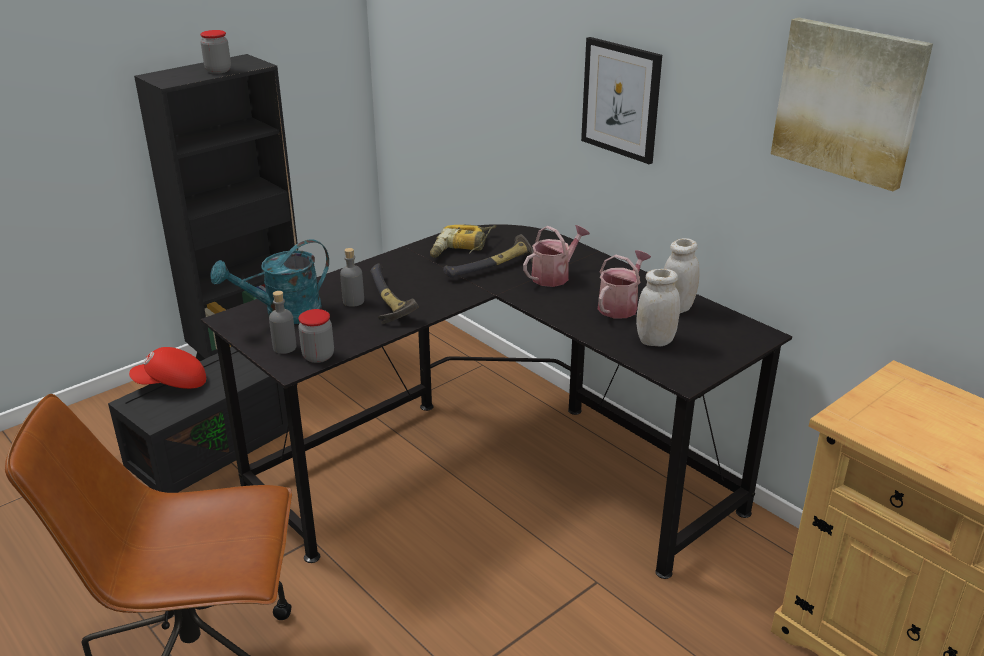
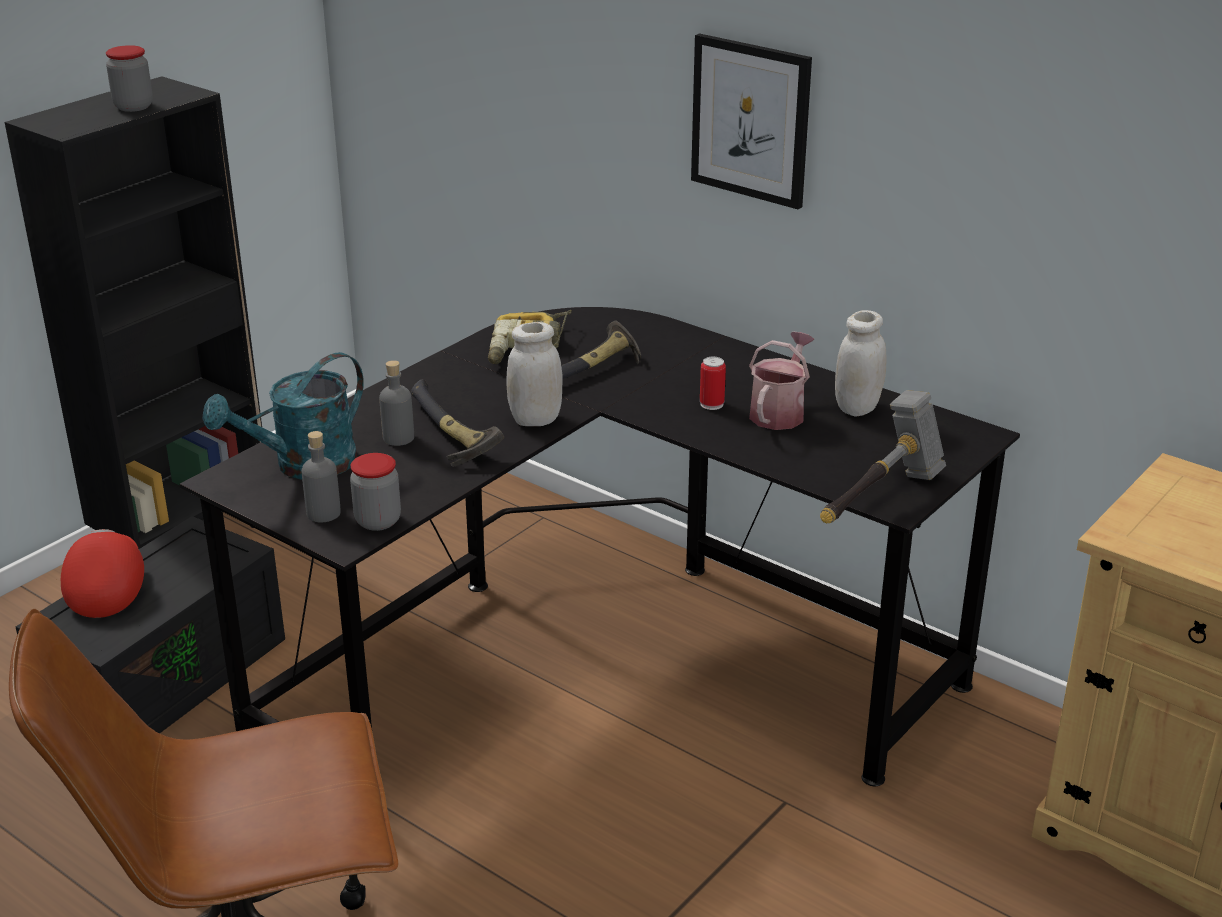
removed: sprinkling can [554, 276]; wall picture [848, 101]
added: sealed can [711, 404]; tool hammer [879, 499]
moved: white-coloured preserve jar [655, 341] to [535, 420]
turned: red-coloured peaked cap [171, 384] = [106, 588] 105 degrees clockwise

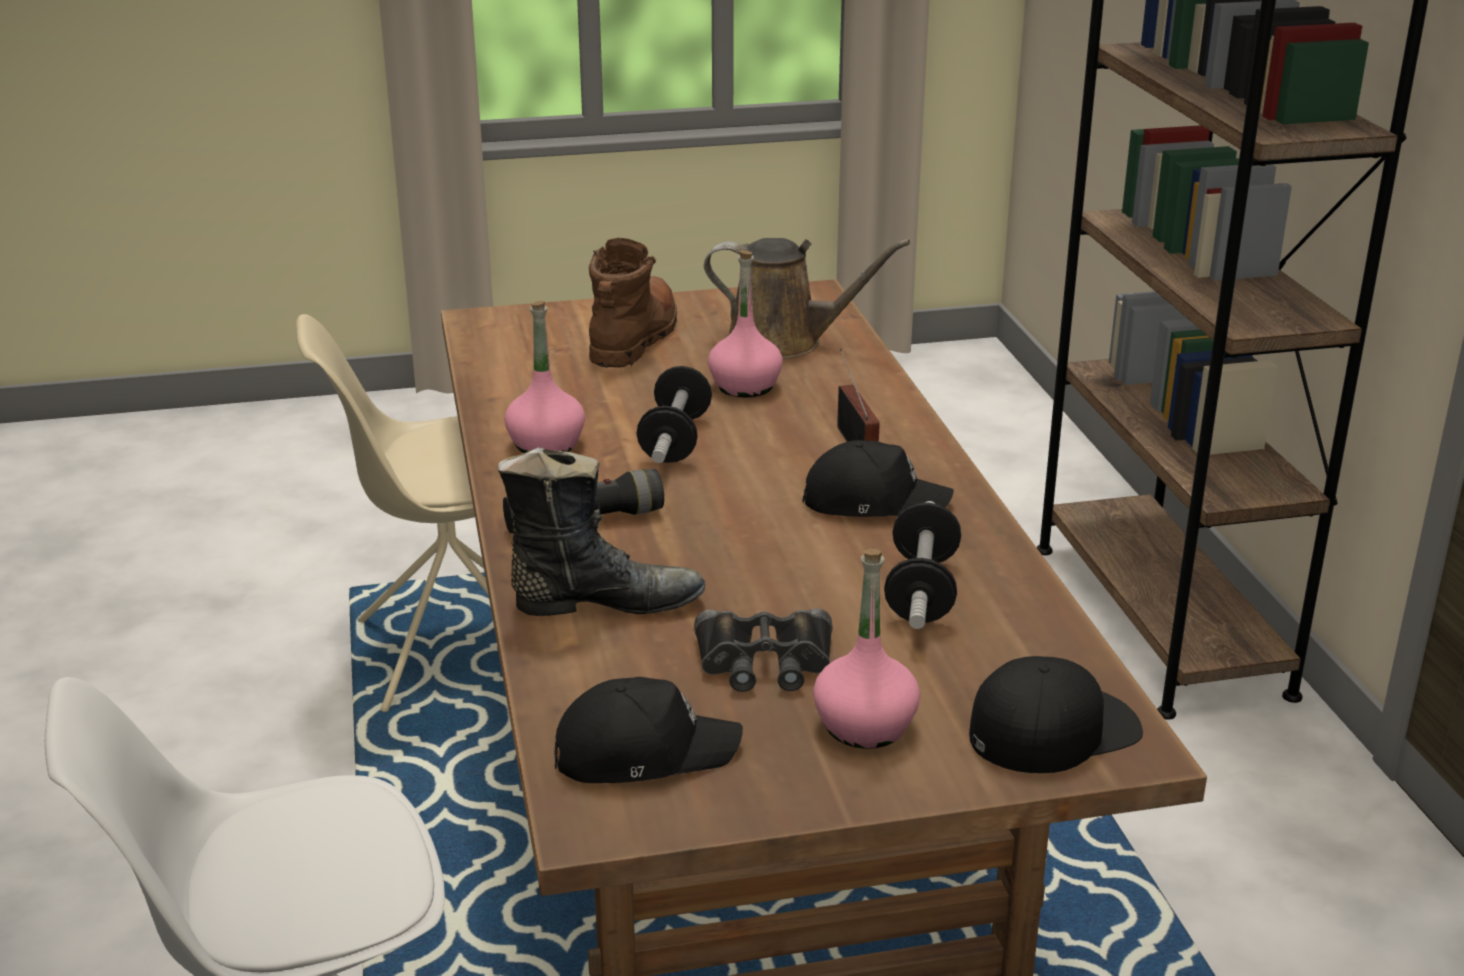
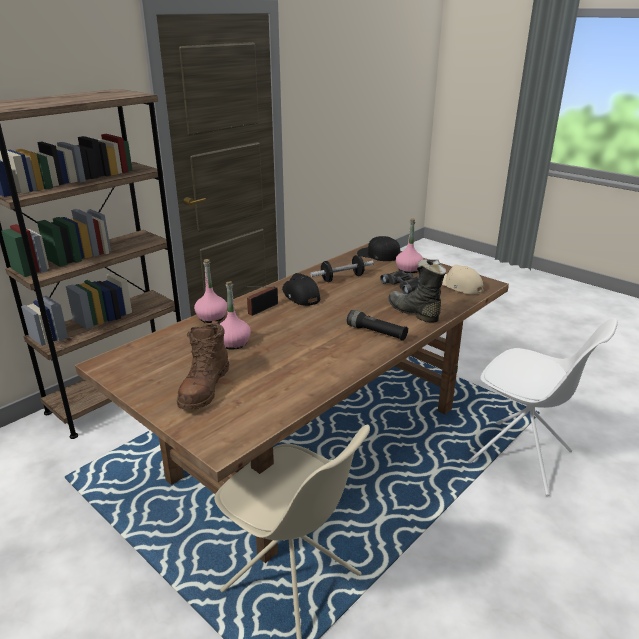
removed: hand weight [675, 440]; brownish sprinkling can [784, 342]
moved: pinkish beverage bottle [545, 444] to [212, 317]
recoloured: black peaked cap [643, 752] to sand-coloured peaked cap [459, 286]
turned: brownish tall boot [634, 338] = [204, 387] 60 degrees counterclockwise

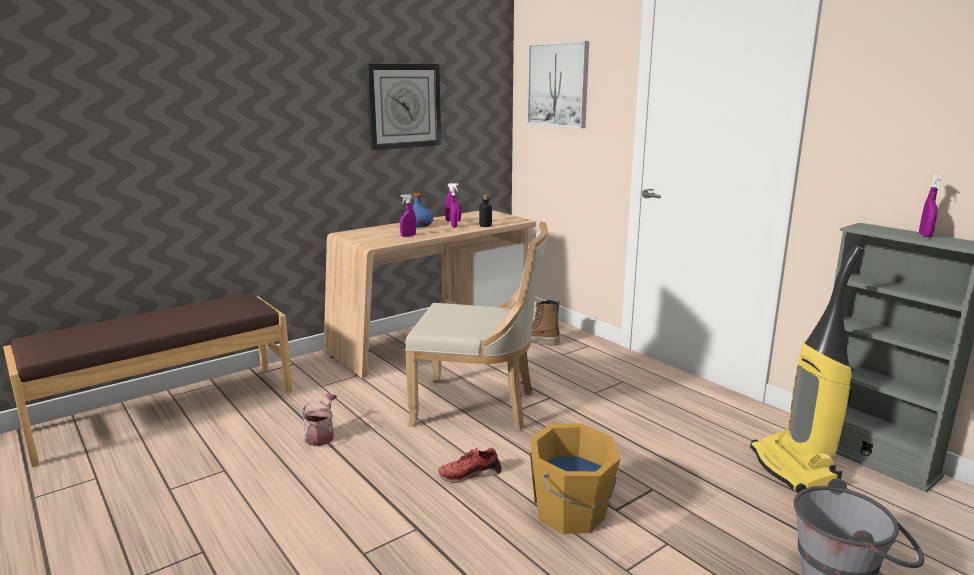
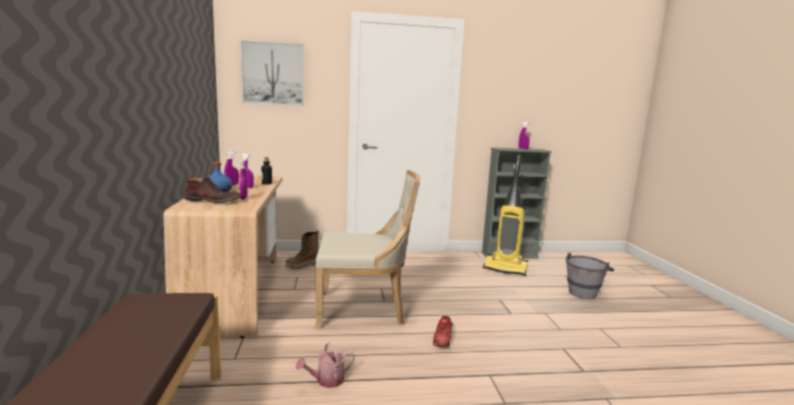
removed: clock on the wall [404, 106]; orange-coloured water bucket [571, 512]
added: brownish tall boot [213, 201]
turned: sprinkling can [321, 436] = [326, 381] 75 degrees counterclockwise; sand-coloured plain chair [479, 407] = [364, 310] 45 degrees clockwise

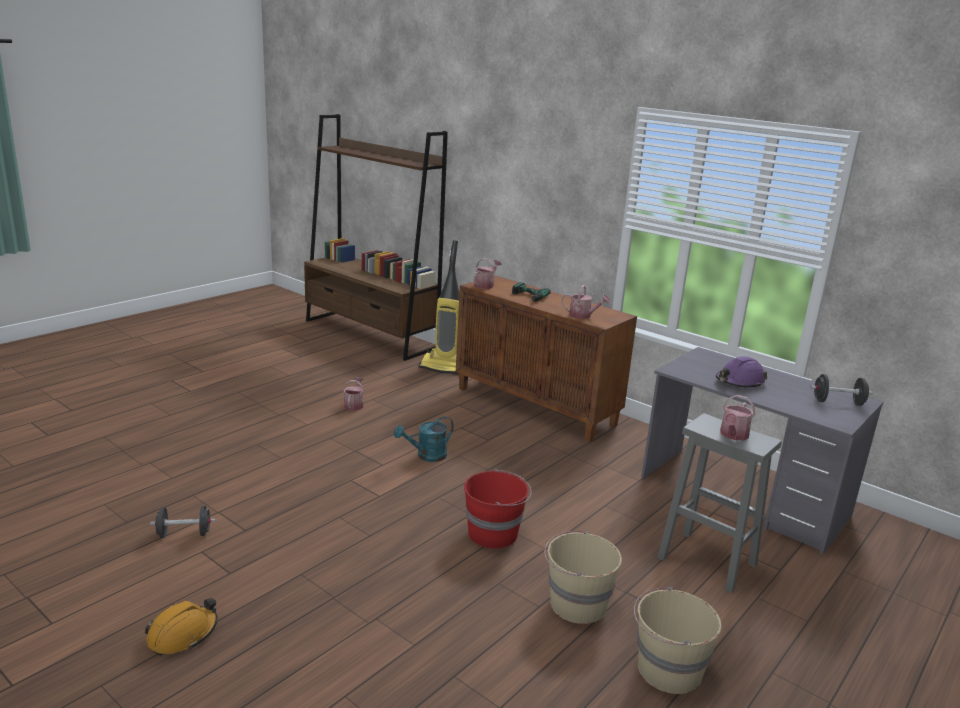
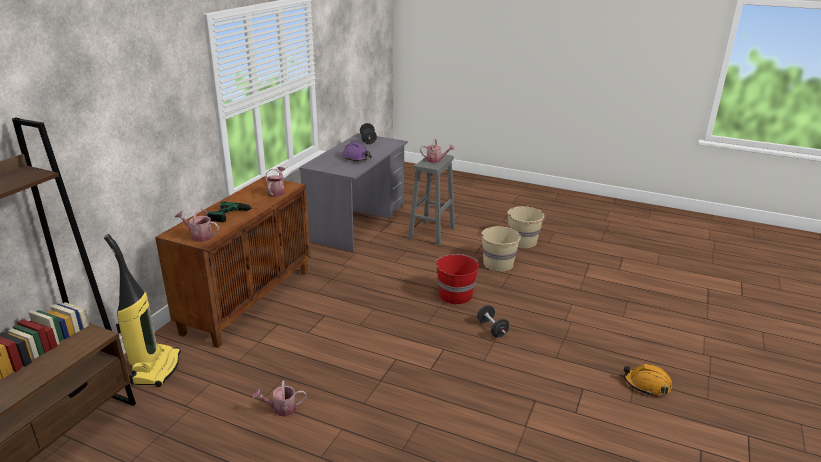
removed: blue-green sprinkling can [426, 456]
moved: black hand weight [184, 534] to [492, 329]

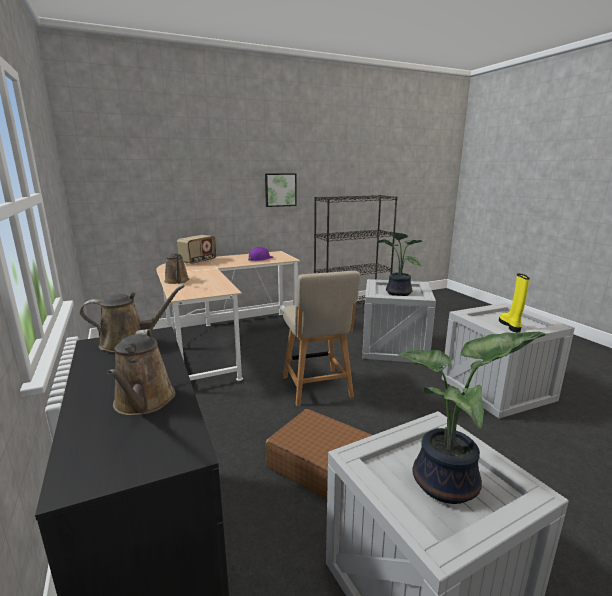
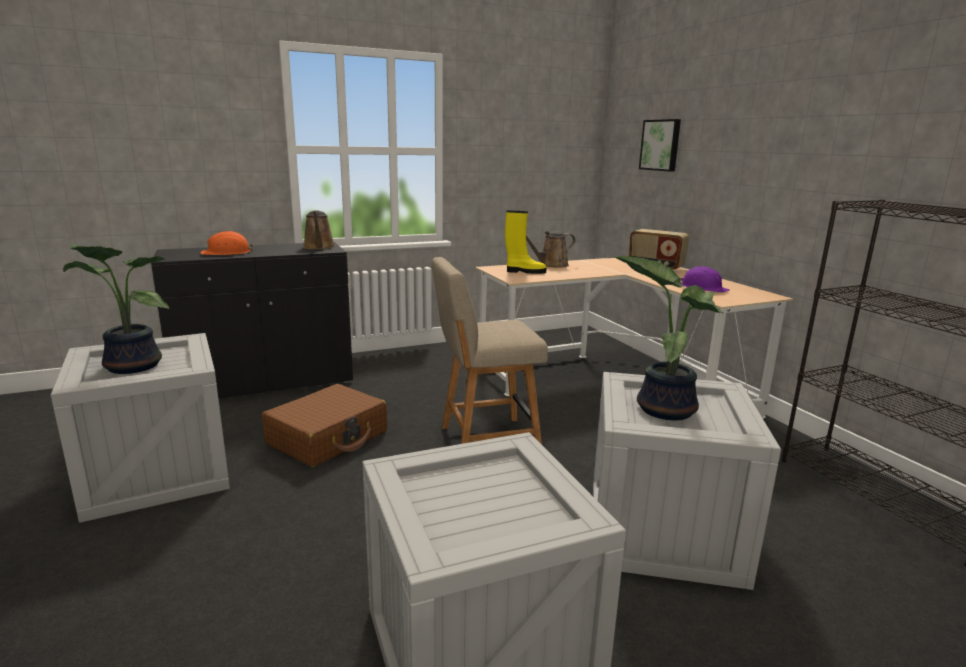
moved: wall picture [280, 190] to [661, 145]; yellow tall boot [510, 326] to [524, 271]
replaced: brownish sprinkling can [143, 402] to orange-coloured hard hat [227, 253]

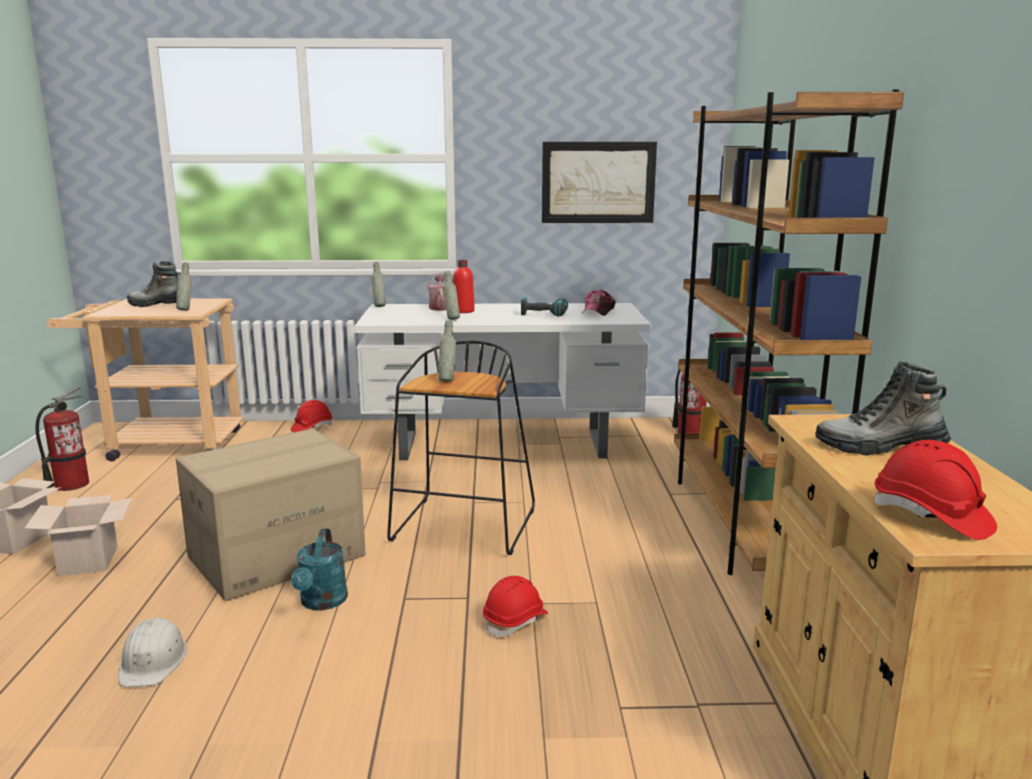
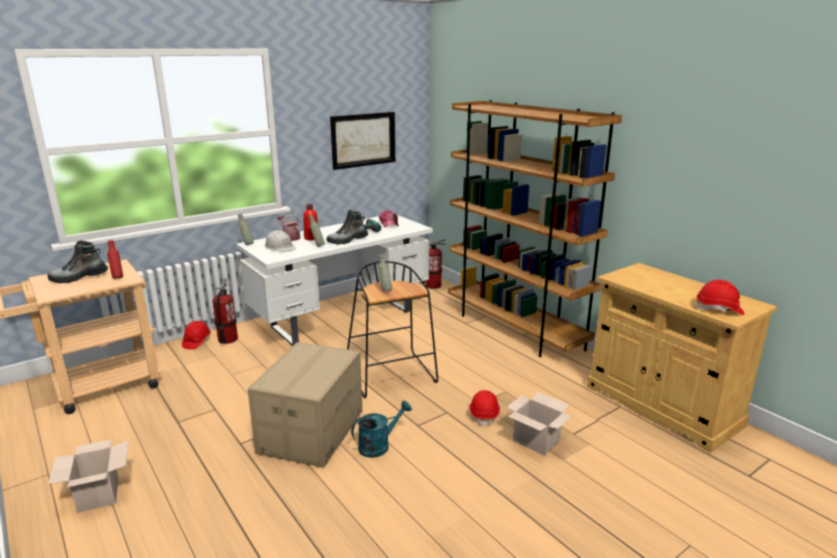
moved: carton [89, 561] to [537, 441]; extinguisher [71, 485] to [227, 339]; white-coloured hard hat [153, 661] to [280, 247]; tall boot [880, 447] to [347, 240]
recoloured: grey beverage bottle [186, 310] to red-coloured beverage bottle [117, 277]
turned: blue-green sprinkling can [322, 603] = [379, 445] 90 degrees counterclockwise

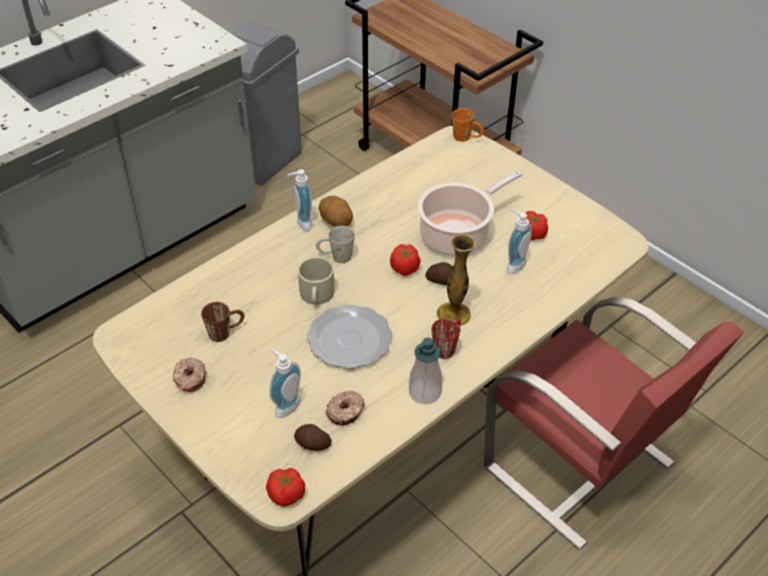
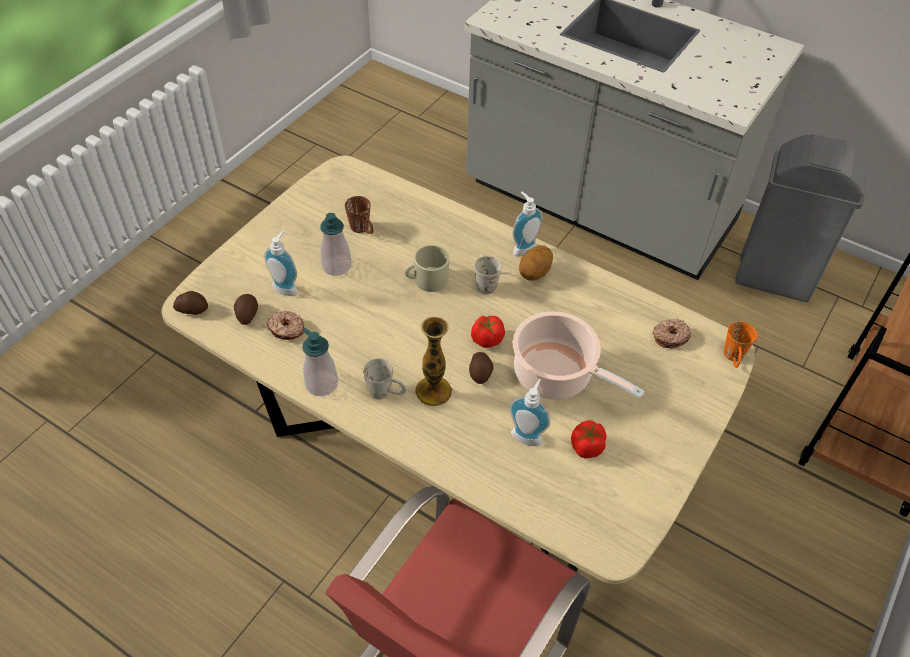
removed: flat dish [351, 339]
added: soap bottle [336, 266]
moved: donut [189, 379] to [670, 336]
replaced: tomato [286, 495] to whole potato [192, 309]
recoloured: red-coloured tea mug [447, 346] to white-coloured tea mug [386, 393]

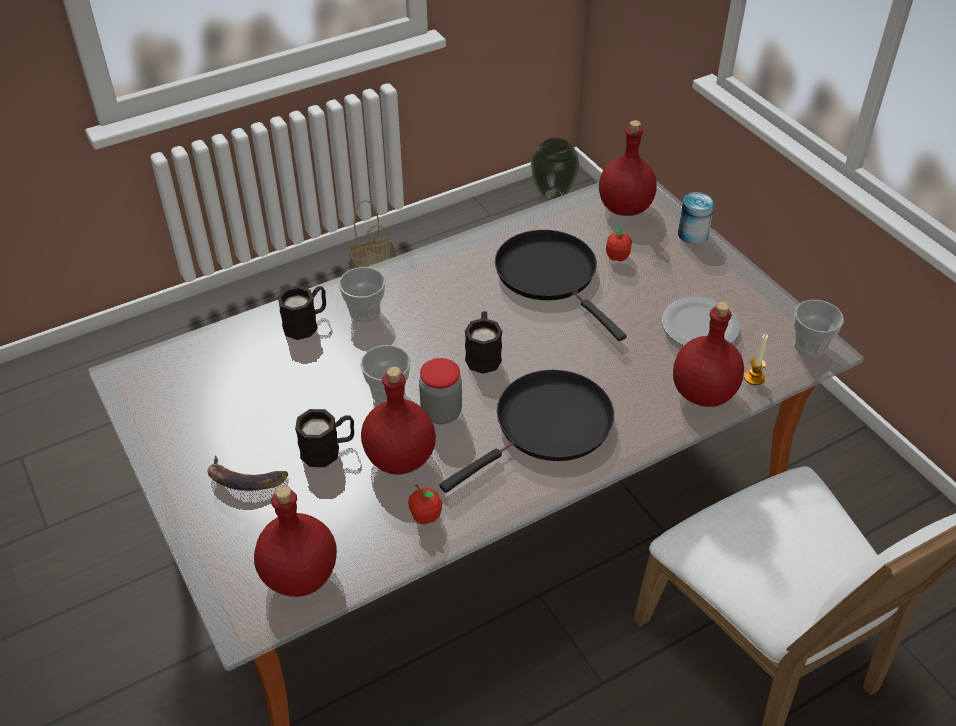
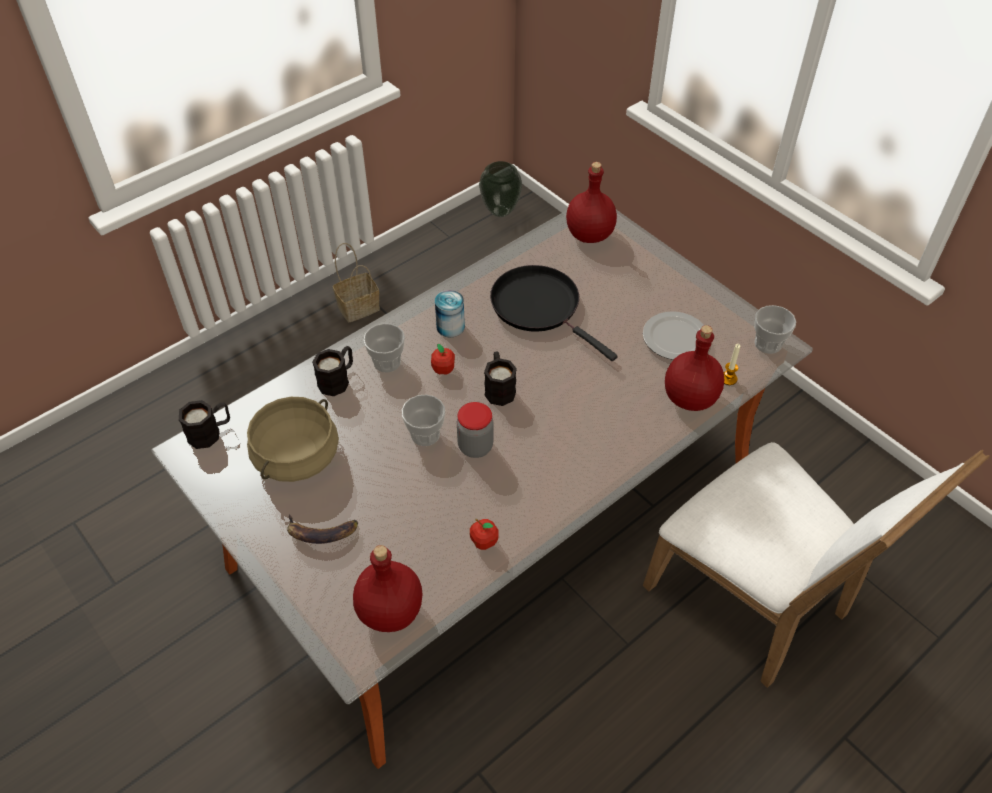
removed: red-coloured beverage bottle [401, 458]; black frying pan [547, 426]
added: sand-coloured cooking pot [297, 457]
moved: black tea mug [328, 450] to [210, 432]; apple fruit [617, 257] to [443, 369]; sealed can [693, 234] to [450, 327]

